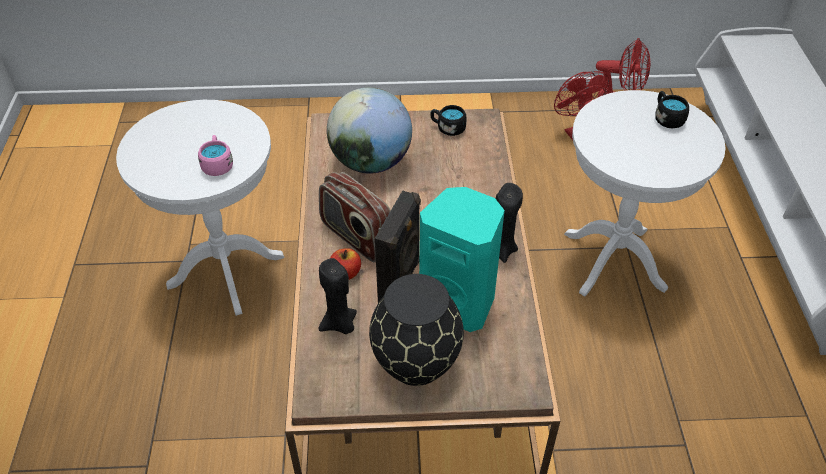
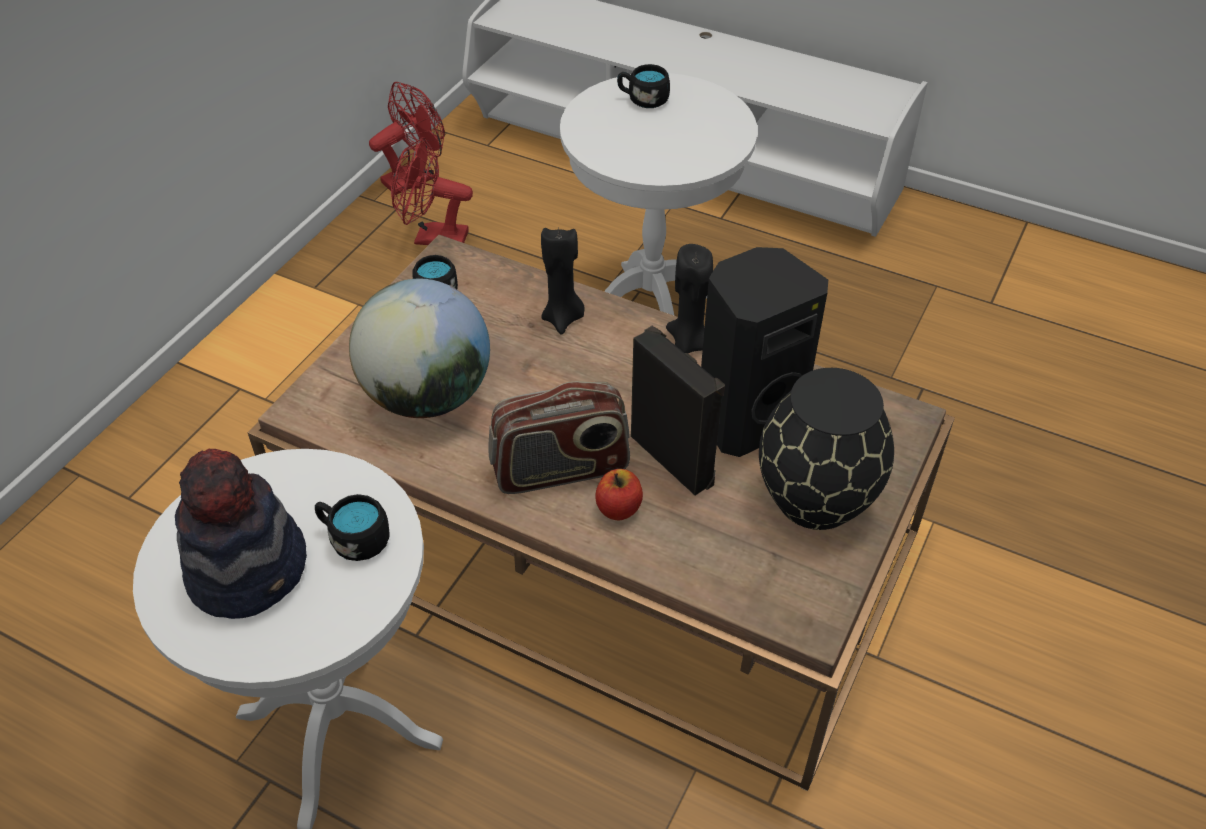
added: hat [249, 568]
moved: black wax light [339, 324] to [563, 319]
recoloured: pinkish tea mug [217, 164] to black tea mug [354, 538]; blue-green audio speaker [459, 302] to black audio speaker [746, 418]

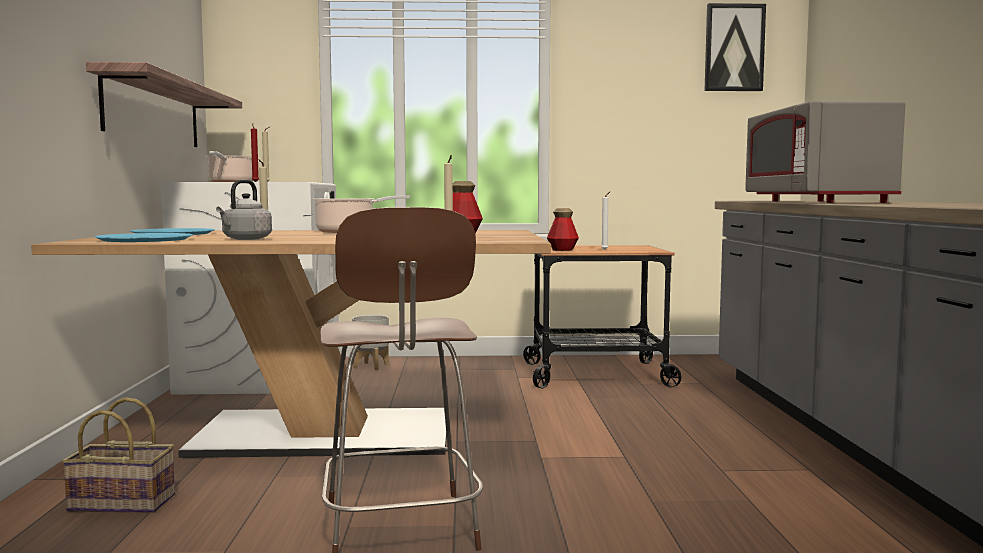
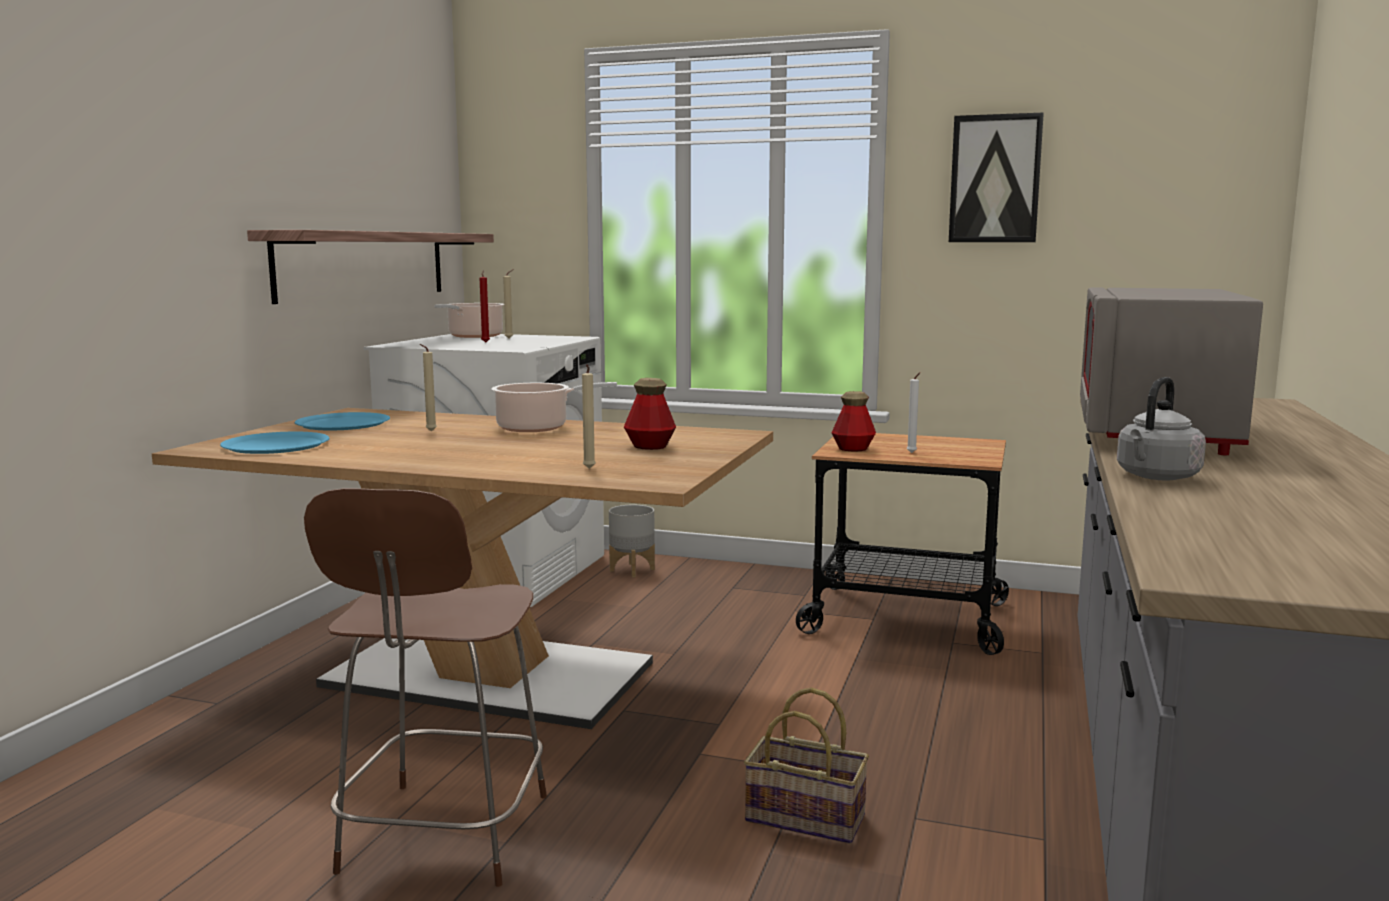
moved: basket [125, 502] to [808, 817]; grey kettle [245, 239] to [1156, 477]; wall picture [734, 48] to [995, 179]

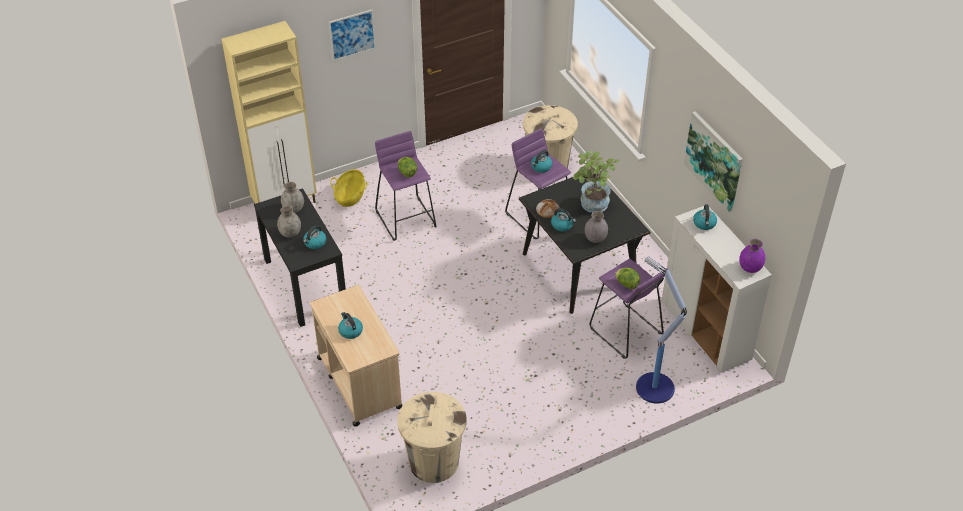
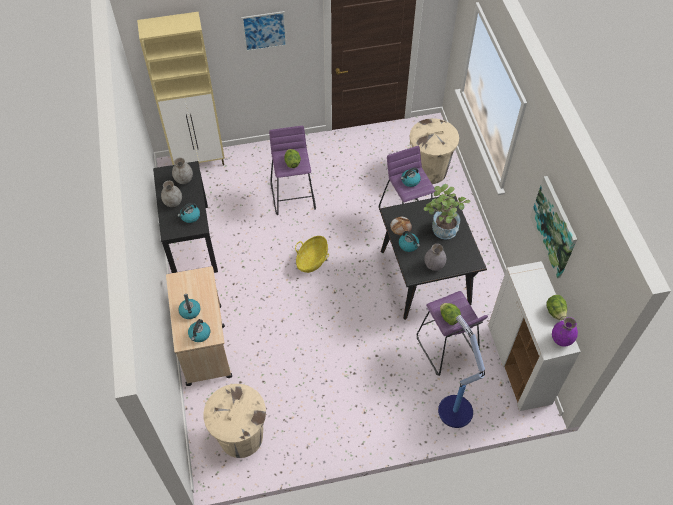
added: head of lettuce [555, 312]
moved: basket [350, 196] to [312, 260]; kettle [704, 224] to [199, 334]

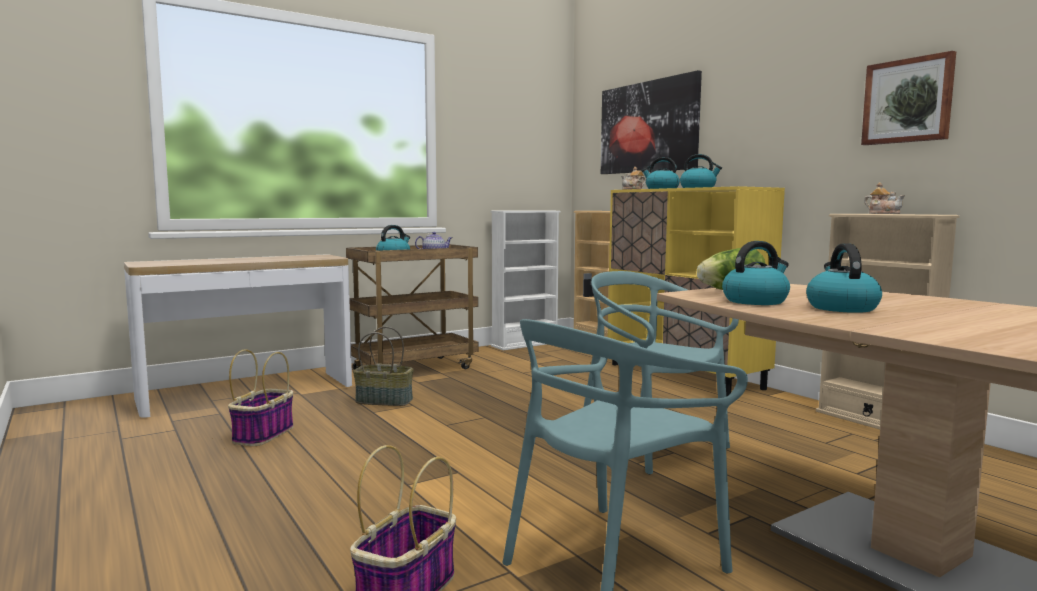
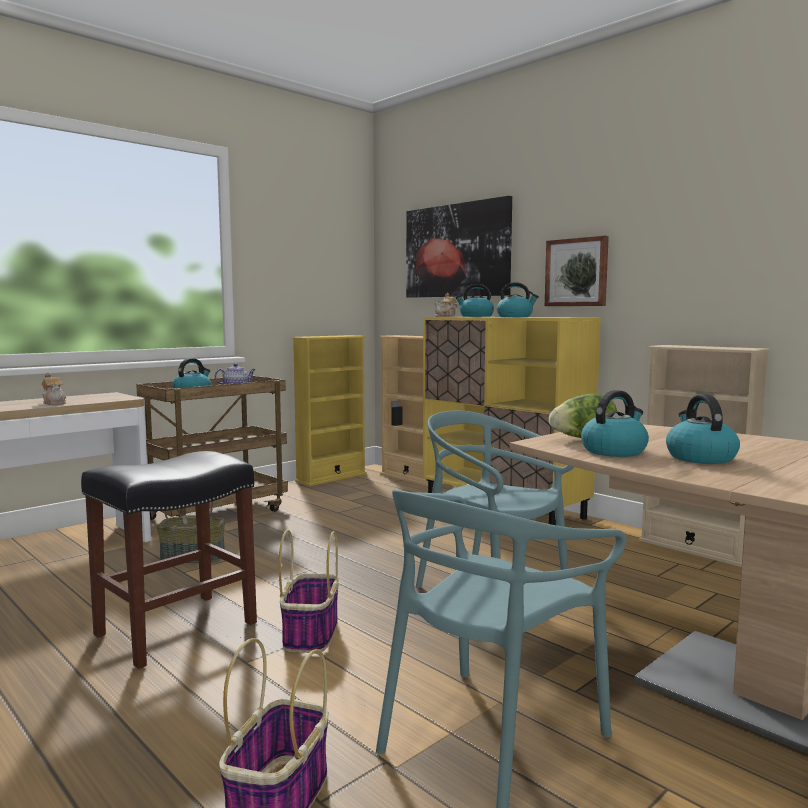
added: black stool seat [178, 628]
moved: basket [263, 434] to [311, 633]; wall picture [908, 101] to [577, 272]; pot for tea [883, 213] to [55, 403]
recoloured: white-coloured bookcase [525, 344] to yellow bookcase [331, 478]

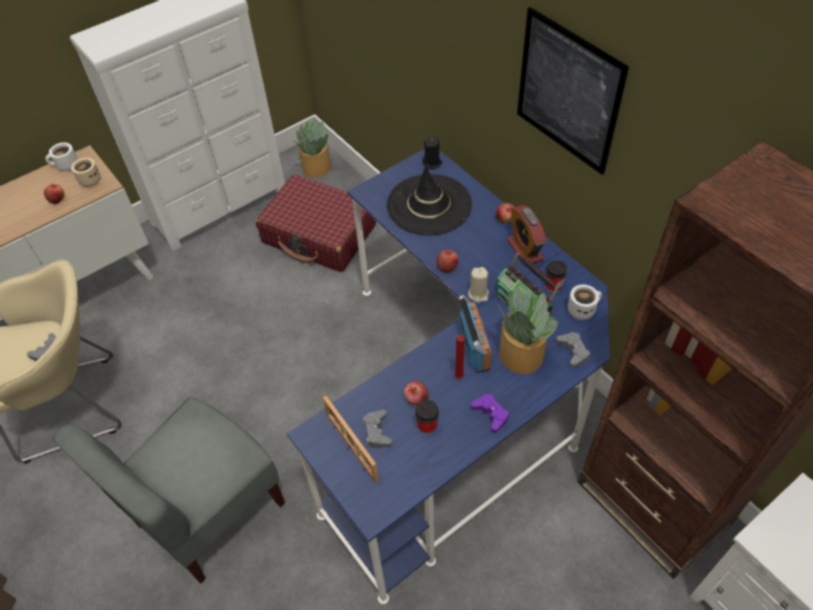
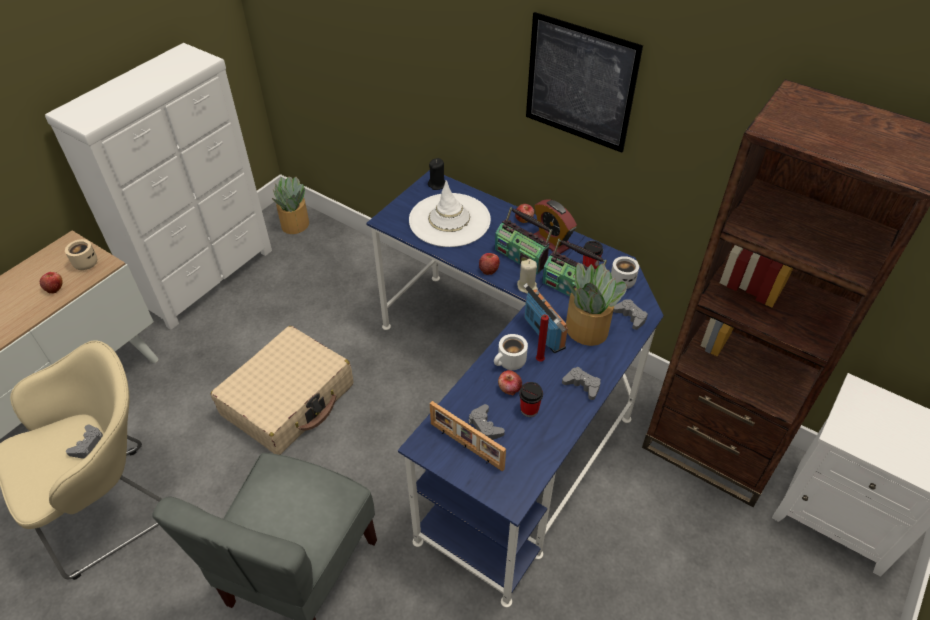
removed: red-coloured piece of luggage [319, 234]
added: sand-coloured piece of luggage [288, 399]; radio receiver [521, 256]
moved: white-coloured tea mug [66, 166] to [510, 363]
recoloured: black hat [429, 205] to white-coloured hat [449, 220]; purple-coloured game controller [491, 414] to grey game controller [582, 385]

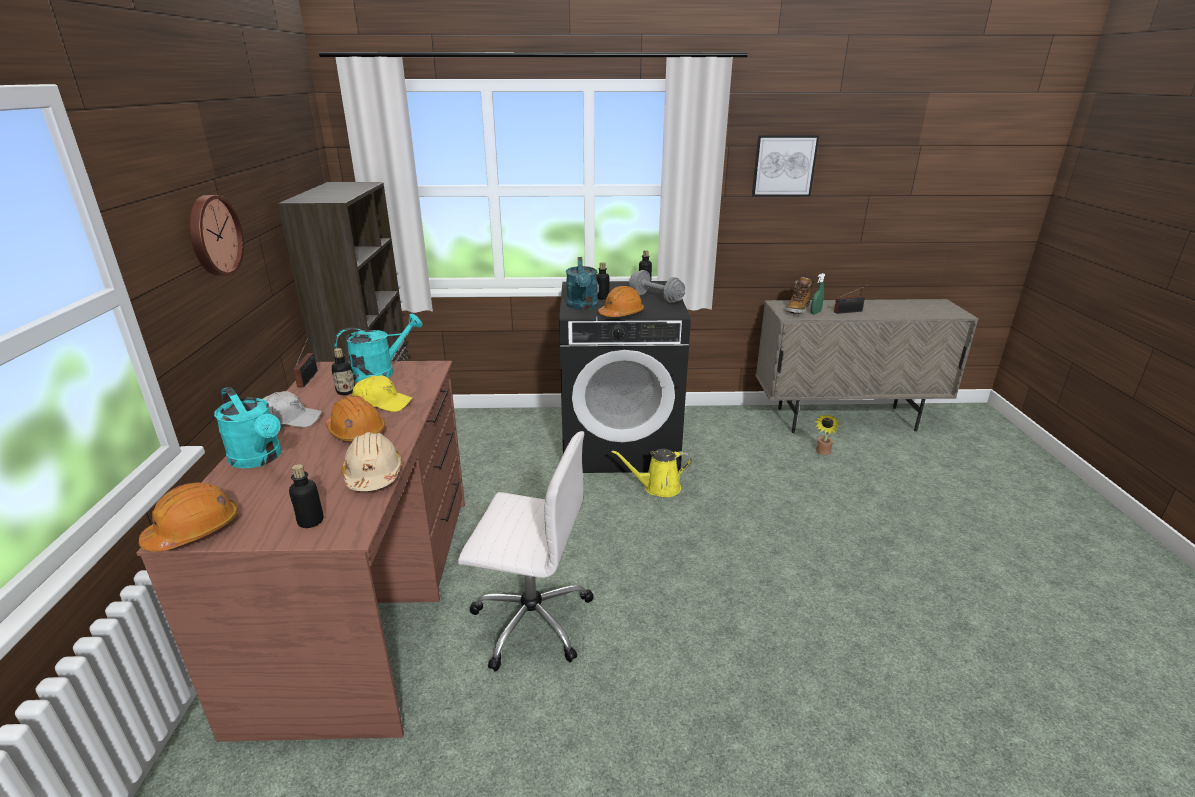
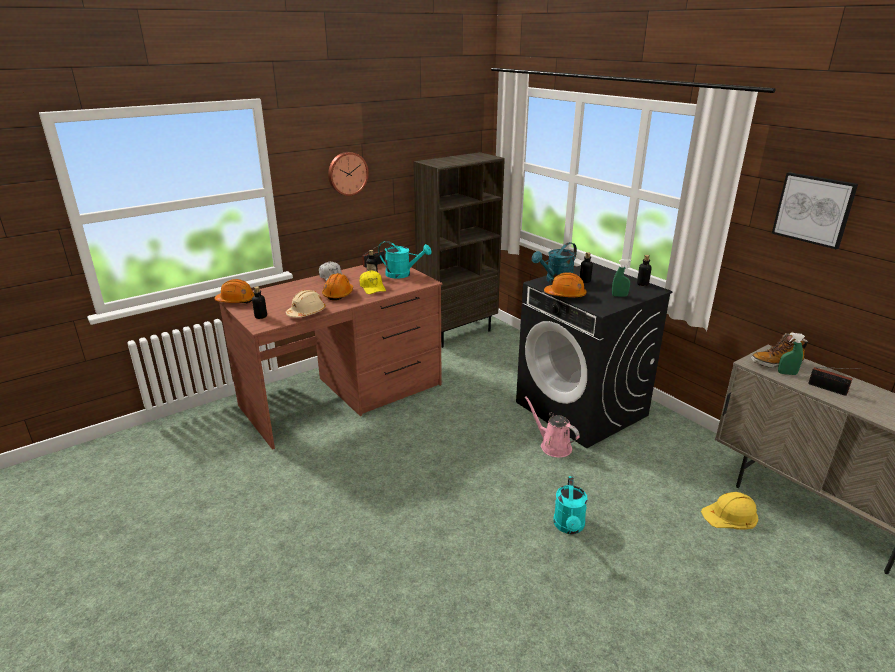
removed: white-coloured computer chair [530, 620]
moved: blue-green sprinkling can [260, 459] to [569, 527]
replaced: grey hand weight [656, 298] to greenish hand sprayer [619, 296]; plant in a pot [822, 452] to yellow hard hat [730, 515]
recoloured: yellow sprinkling can [658, 487] to pinkish sprinkling can [553, 446]

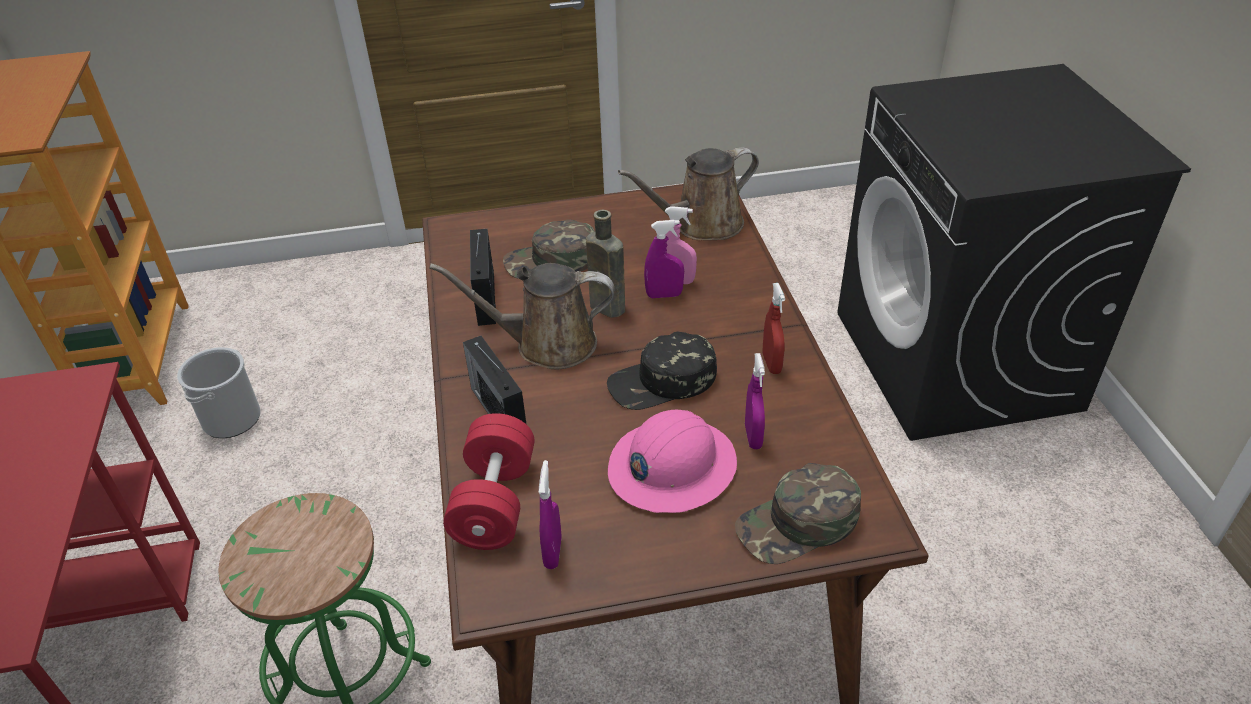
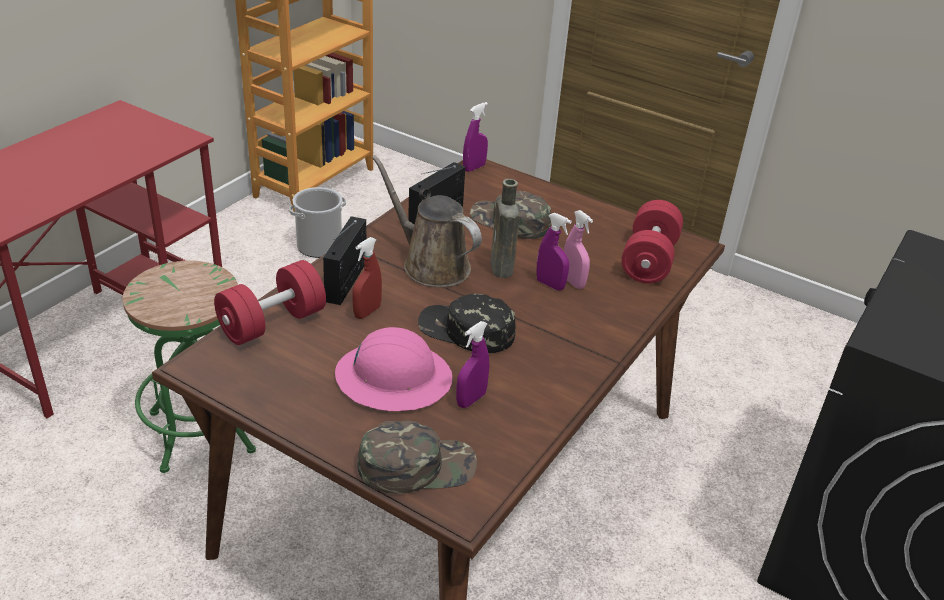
moved: purple-coloured hand sprayer [553, 552] to [474, 168]; red-coloured hand sprayer [771, 363] to [367, 312]
replaced: brownish sprinkling can [702, 225] to red-coloured hand weight [648, 260]
turned: greenish peaked cap [798, 524] = [417, 465] 150 degrees clockwise

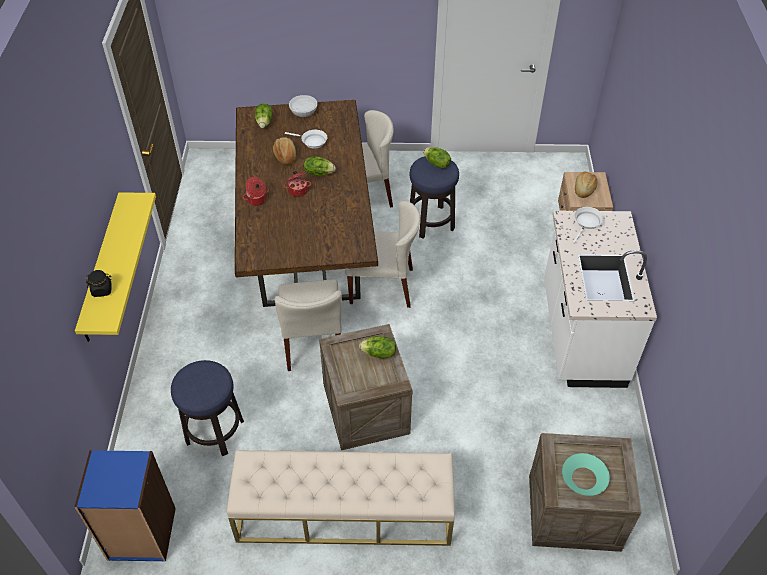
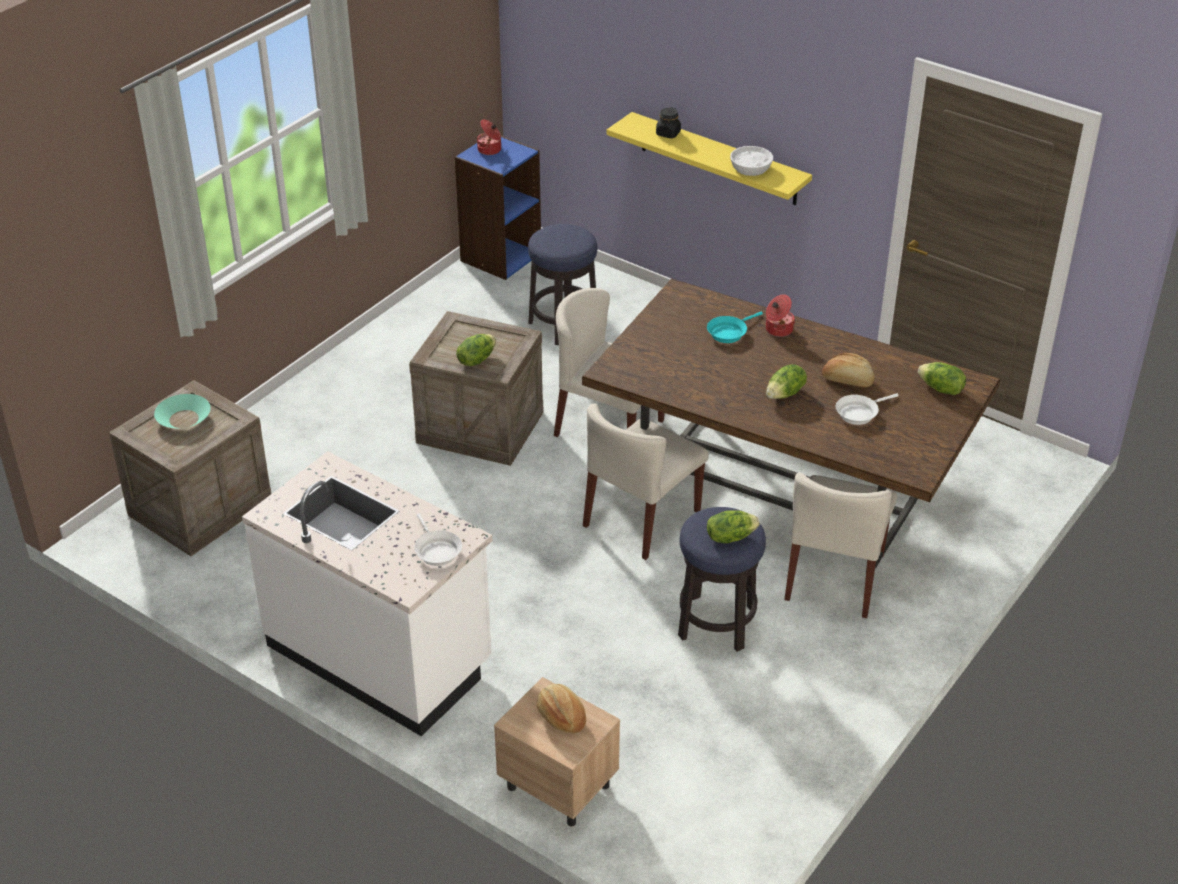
removed: sand-coloured bench [344, 513]
added: blue-green frying pan [729, 332]
moved: cooking pot [298, 190] to [490, 150]; white-coloured bowl [304, 111] to [750, 168]

